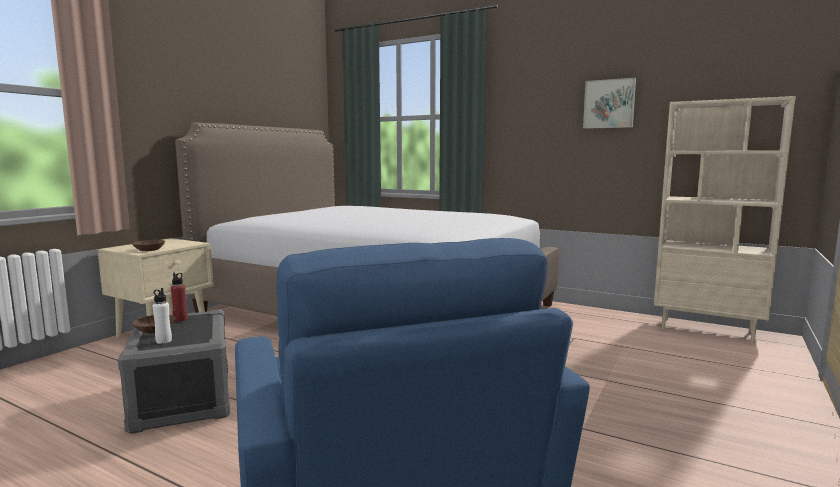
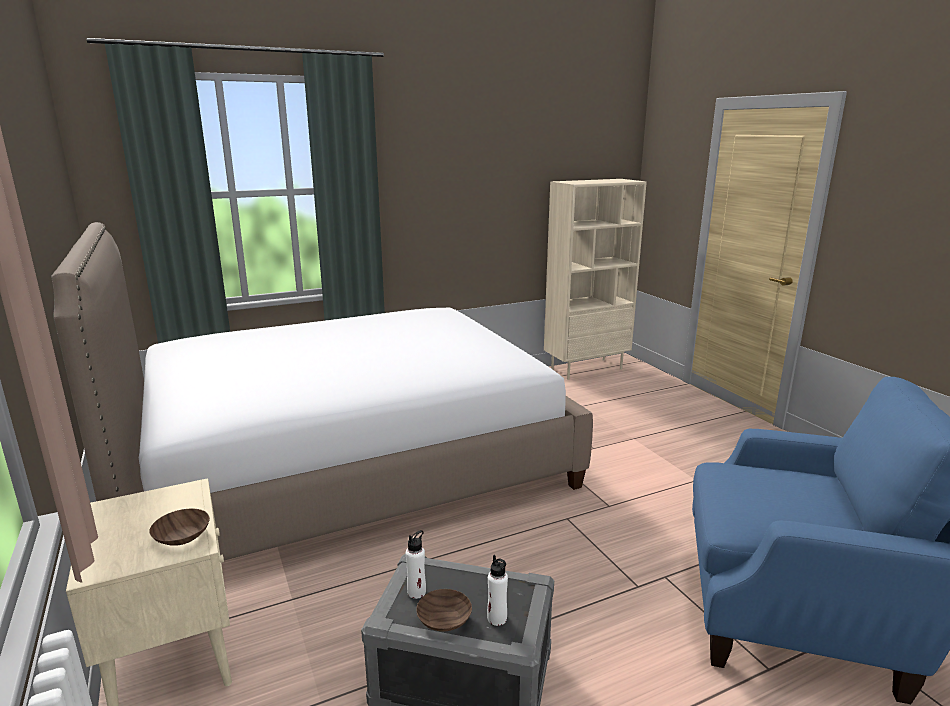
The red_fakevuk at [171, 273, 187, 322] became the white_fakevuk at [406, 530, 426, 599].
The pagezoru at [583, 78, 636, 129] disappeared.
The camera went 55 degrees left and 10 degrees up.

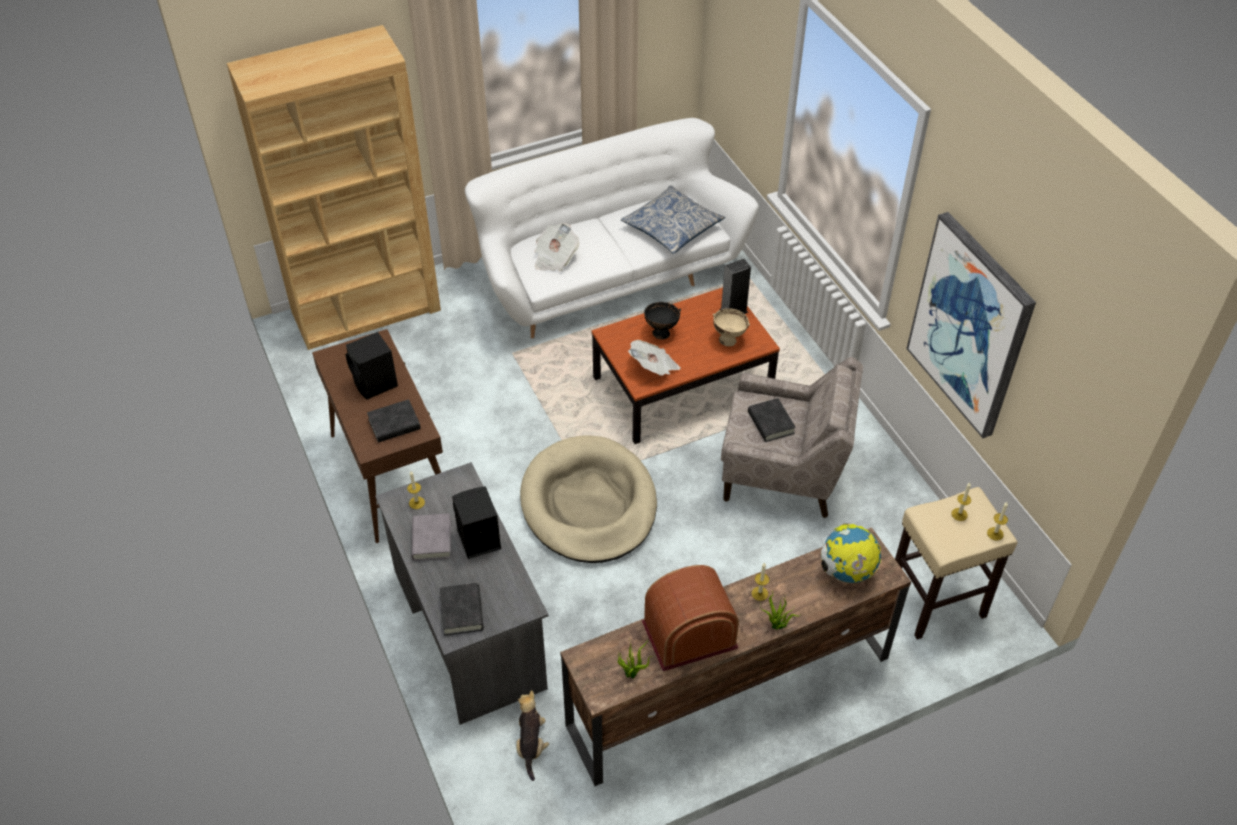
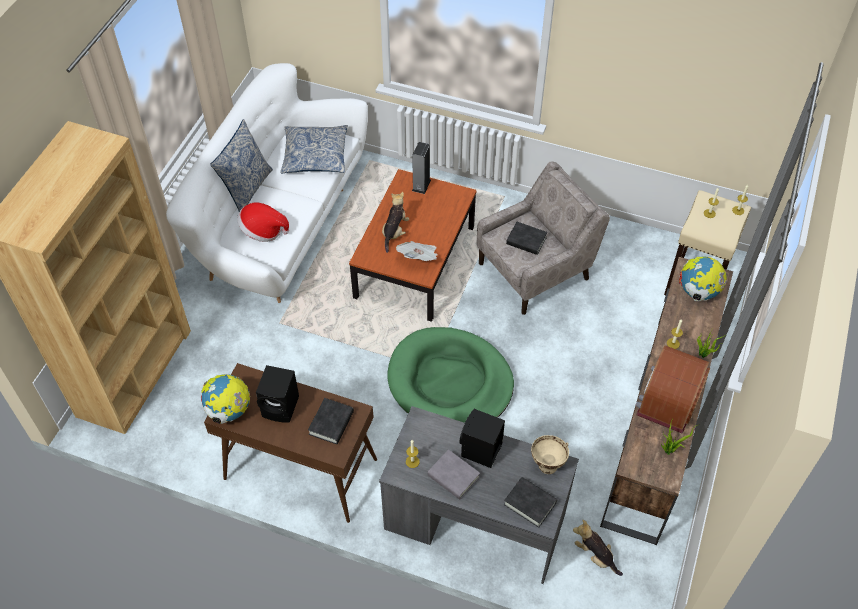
The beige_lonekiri at [520, 435, 657, 563] became the green_lonekiri at [388, 327, 514, 423].
The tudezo at [534, 223, 579, 271] was replaced by the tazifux at [237, 203, 289, 242].
The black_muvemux at [644, 302, 681, 339] was replaced by the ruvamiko at [382, 191, 409, 253].
The beige_muvemux moved from [713, 308, 750, 346] to [531, 435, 569, 474].
The pagezoru at [906, 212, 1036, 438] disappeared.
The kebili at [201, 374, 250, 424] appeared.
The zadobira at [210, 119, 273, 211] appeared.
The camera went 45 degrees left and 5 degrees up.

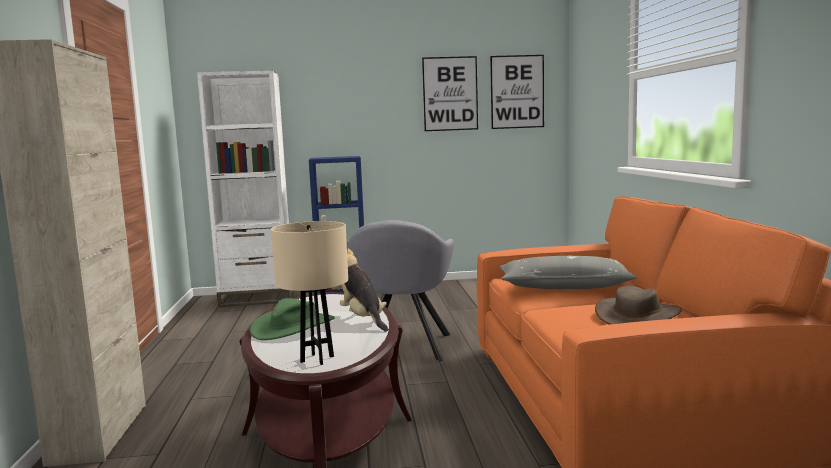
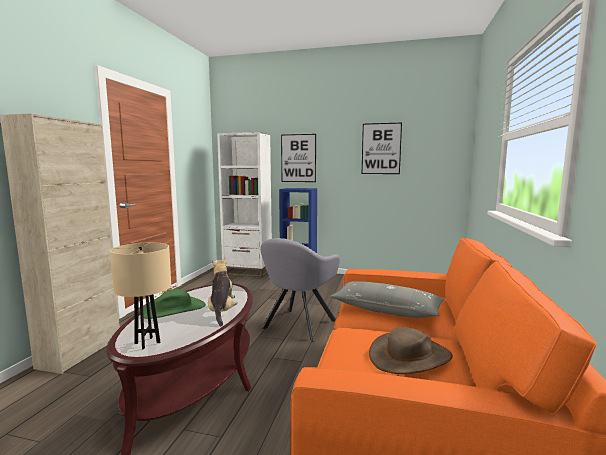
The pagezoru moved from [490, 55, 544, 129] to [281, 134, 316, 182].
The camera went 20 degrees right and 0 degrees up.

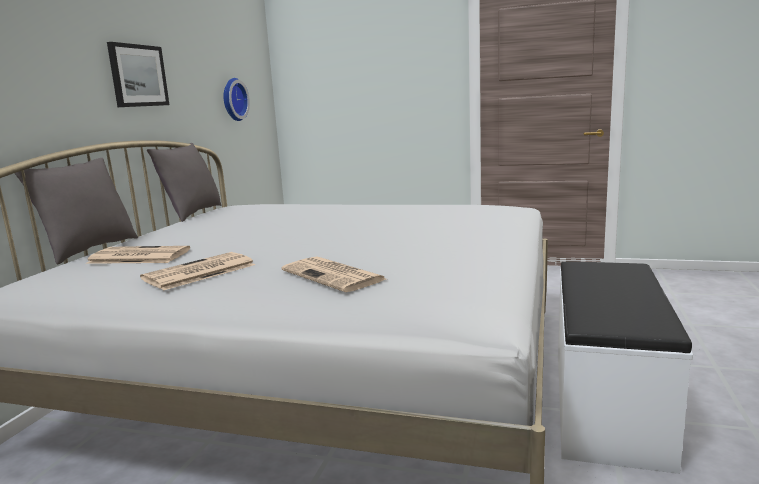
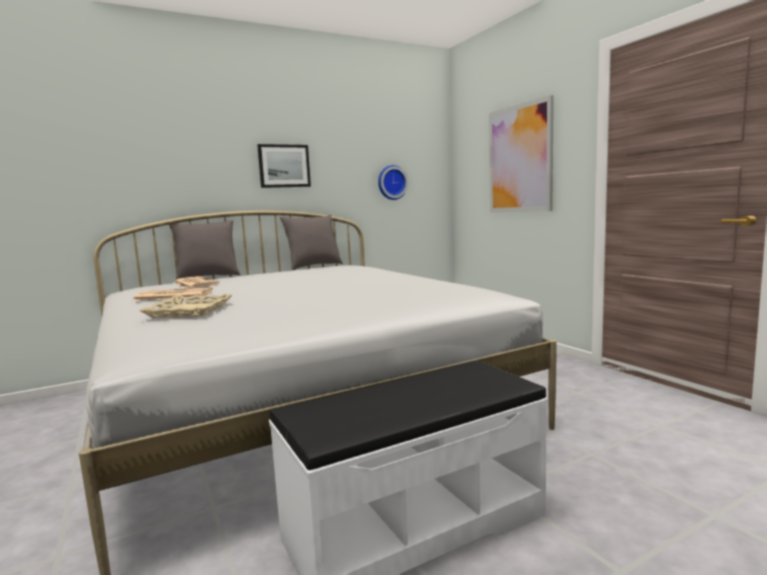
The tudezo at [282, 256, 386, 292] was replaced by the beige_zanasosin at [139, 294, 232, 318].
The pagezoru at [489, 95, 554, 212] appeared.
The camera went 45 degrees right and 5 degrees down.

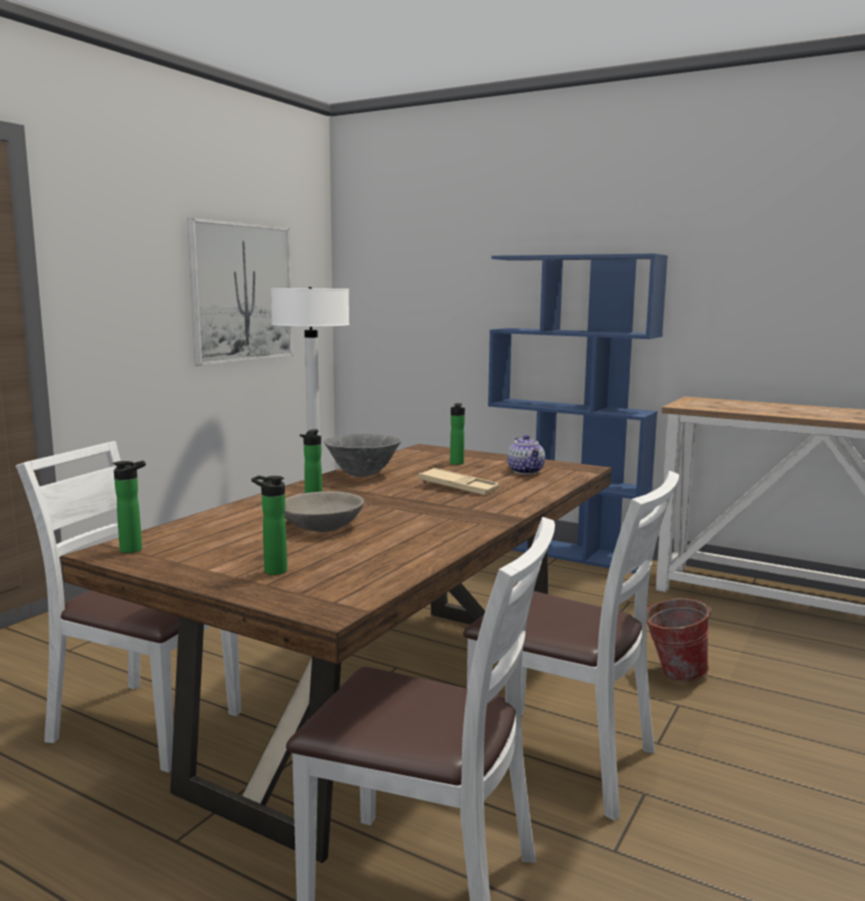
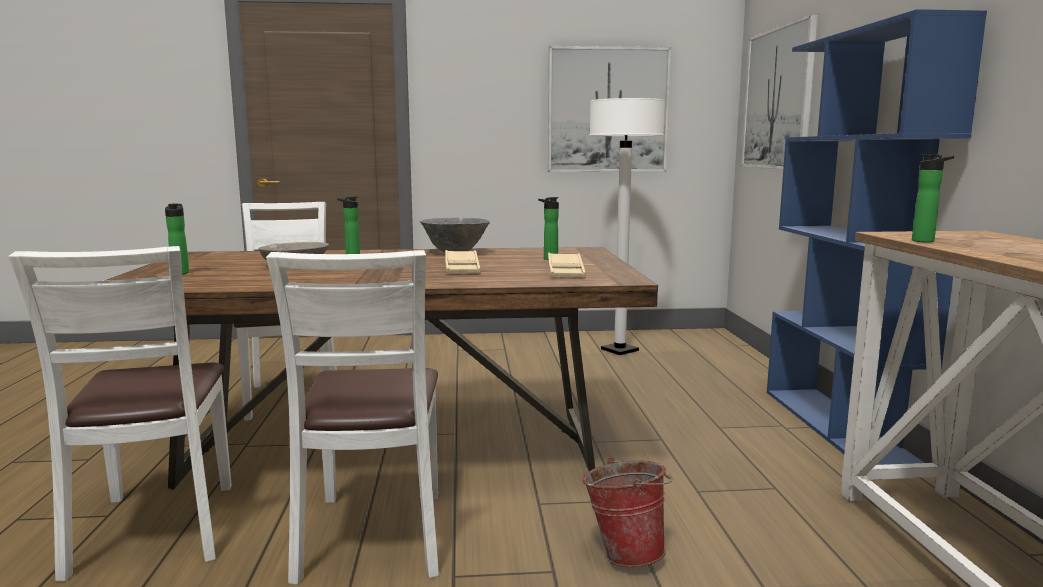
The fakevuk moved from [112, 461, 146, 553] to [912, 154, 954, 242].
The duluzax at [507, 435, 545, 474] was replaced by the beige_zanasosin at [548, 253, 586, 278].
The pagezoru at [741, 14, 818, 170] appeared.
The camera went 55 degrees right and 0 degrees up.

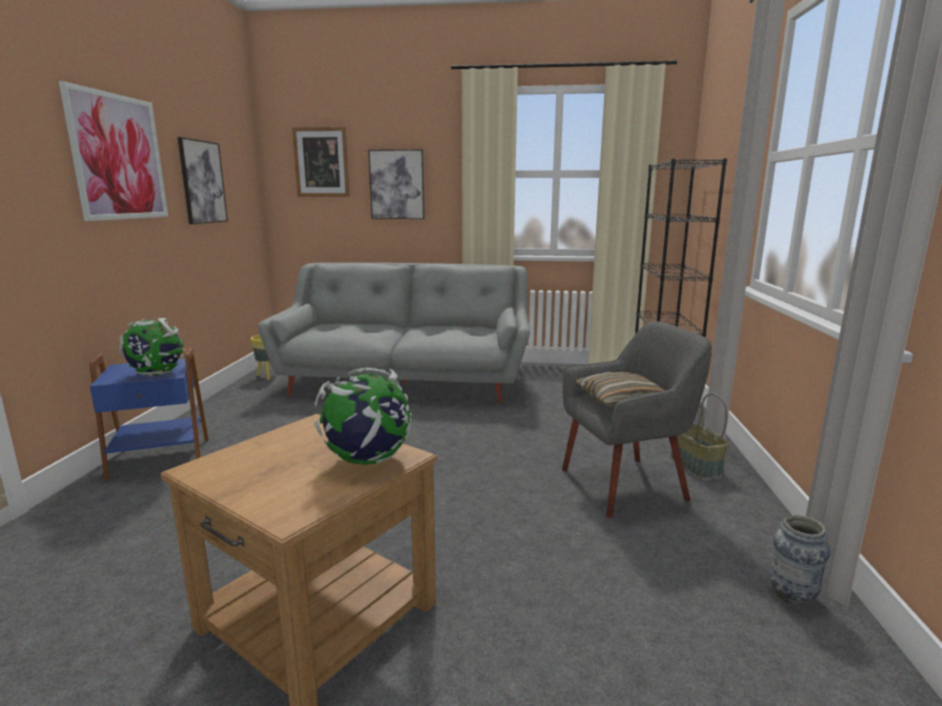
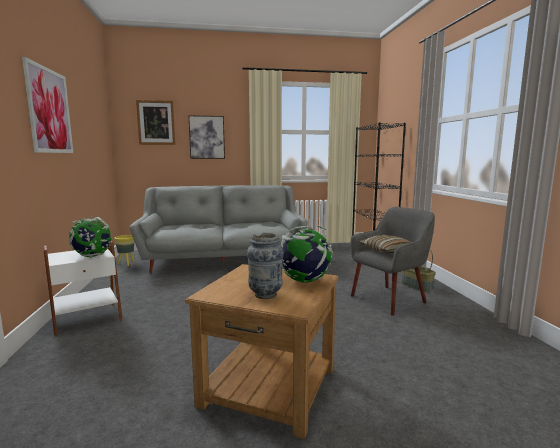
The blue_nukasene at [89, 347, 209, 481] became the white_nukasene at [43, 240, 123, 336].
The pagezoru at [178, 137, 228, 224] disappeared.
The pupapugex moved from [769, 515, 830, 606] to [247, 233, 284, 299].
The camera went 15 degrees left and 5 degrees down.

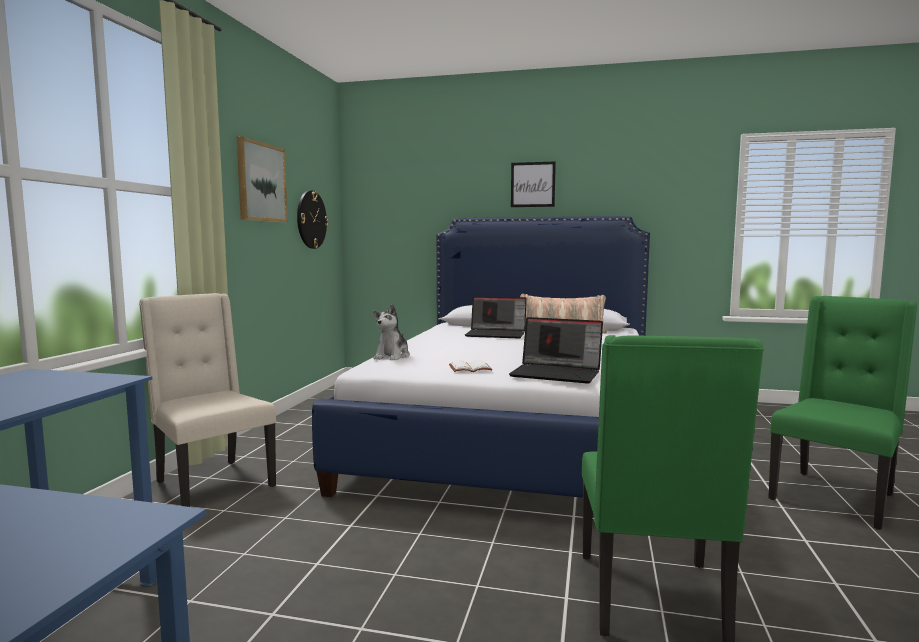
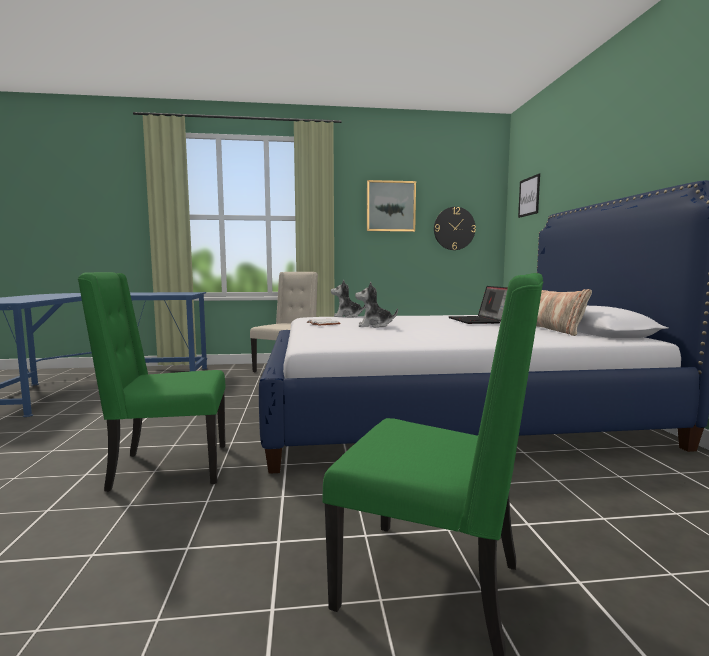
The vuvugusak at [509, 317, 603, 384] disappeared.
The pagezoru moved from [511, 161, 556, 207] to [518, 173, 540, 218].
The ruvamiko at [355, 281, 398, 328] appeared.
The camera went 70 degrees right and 0 degrees up.

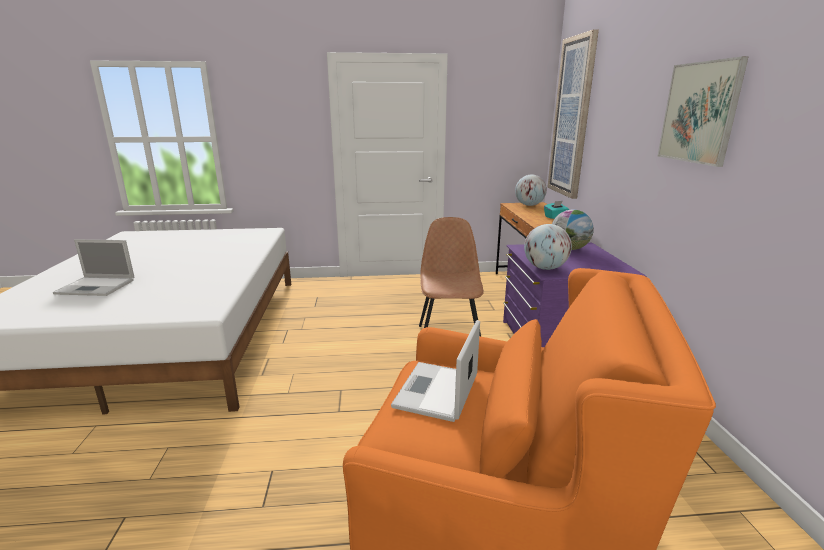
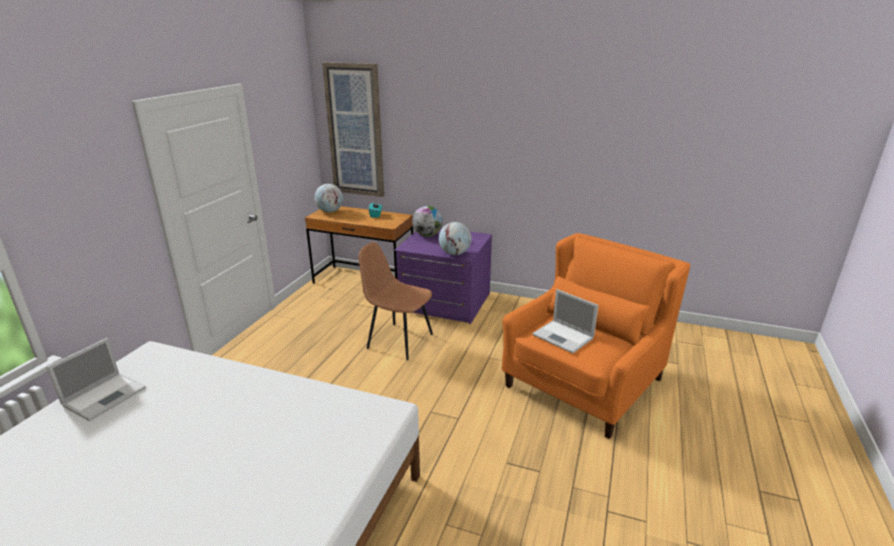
The vuvugusak moved from [53, 239, 135, 296] to [47, 338, 146, 421].
The pagezoru at [658, 56, 749, 167] disappeared.
The camera went 65 degrees left and 5 degrees up.

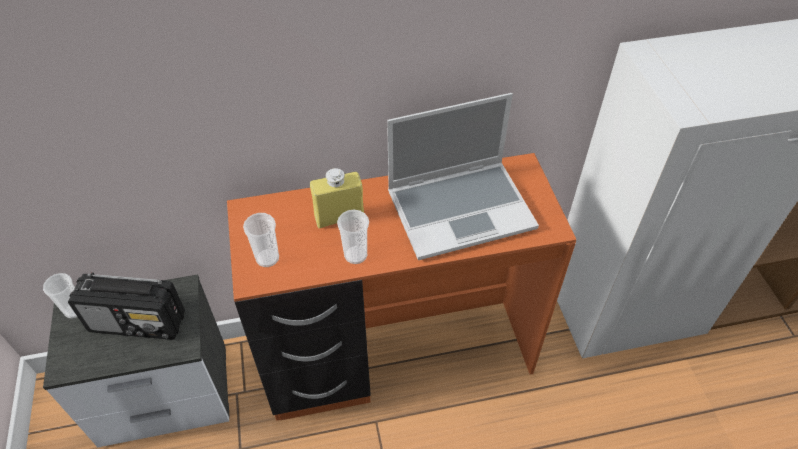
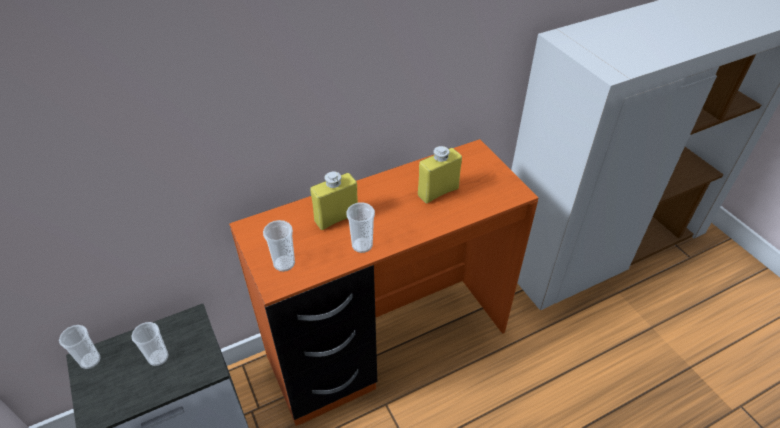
The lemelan at [68, 272, 185, 340] was replaced by the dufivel at [131, 322, 168, 366].
The vuvugusak at [387, 93, 539, 260] was replaced by the yellow_fakevuk at [418, 146, 462, 203].
The camera went 15 degrees left and 5 degrees down.

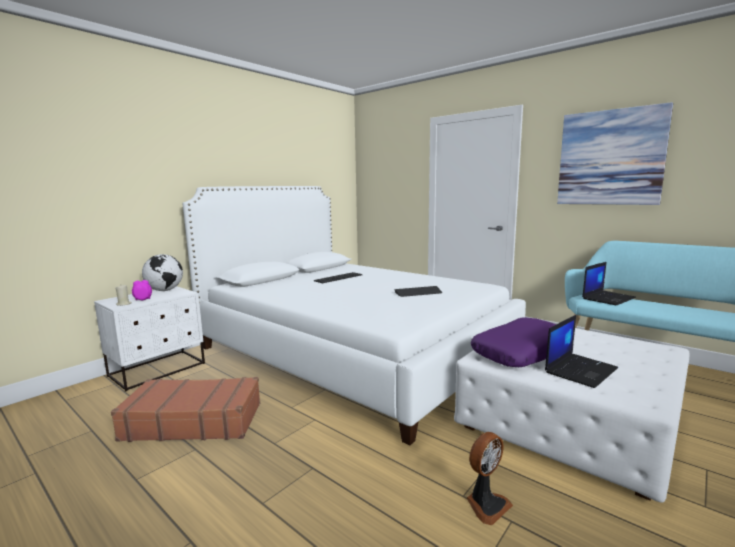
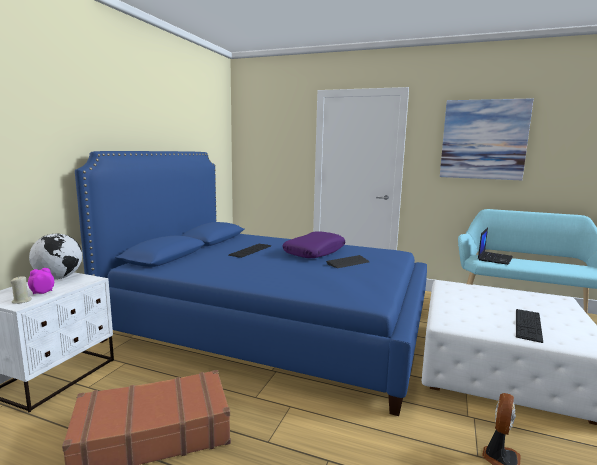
The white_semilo at [182, 186, 526, 446] became the blue_semilo at [75, 151, 427, 416].
The purple_zadobira moved from [471, 317, 556, 367] to [282, 231, 345, 258].
The vuvugusak at [545, 315, 618, 388] was replaced by the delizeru at [516, 309, 543, 343].
The camera went 20 degrees left and 0 degrees up.

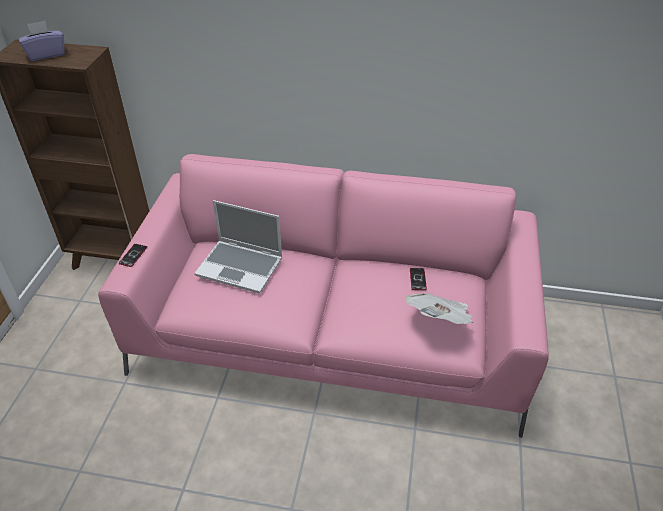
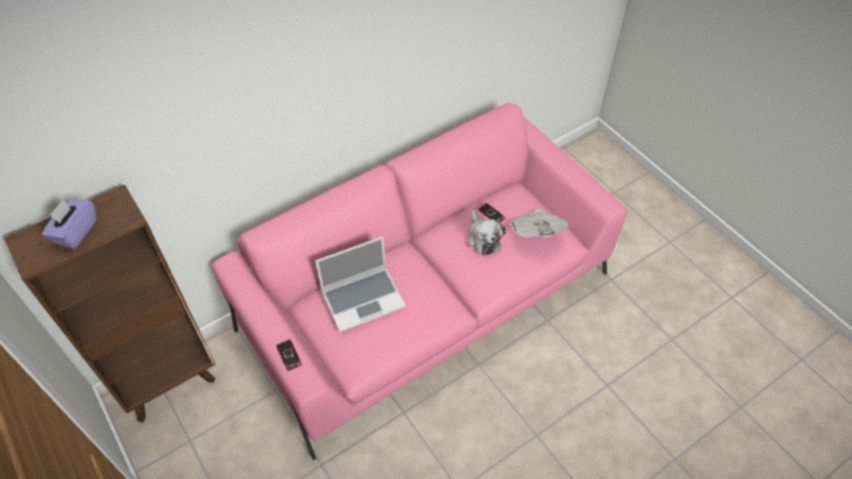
The ruvamiko at [467, 210, 505, 255] appeared.
The camera went 45 degrees left and 10 degrees up.

